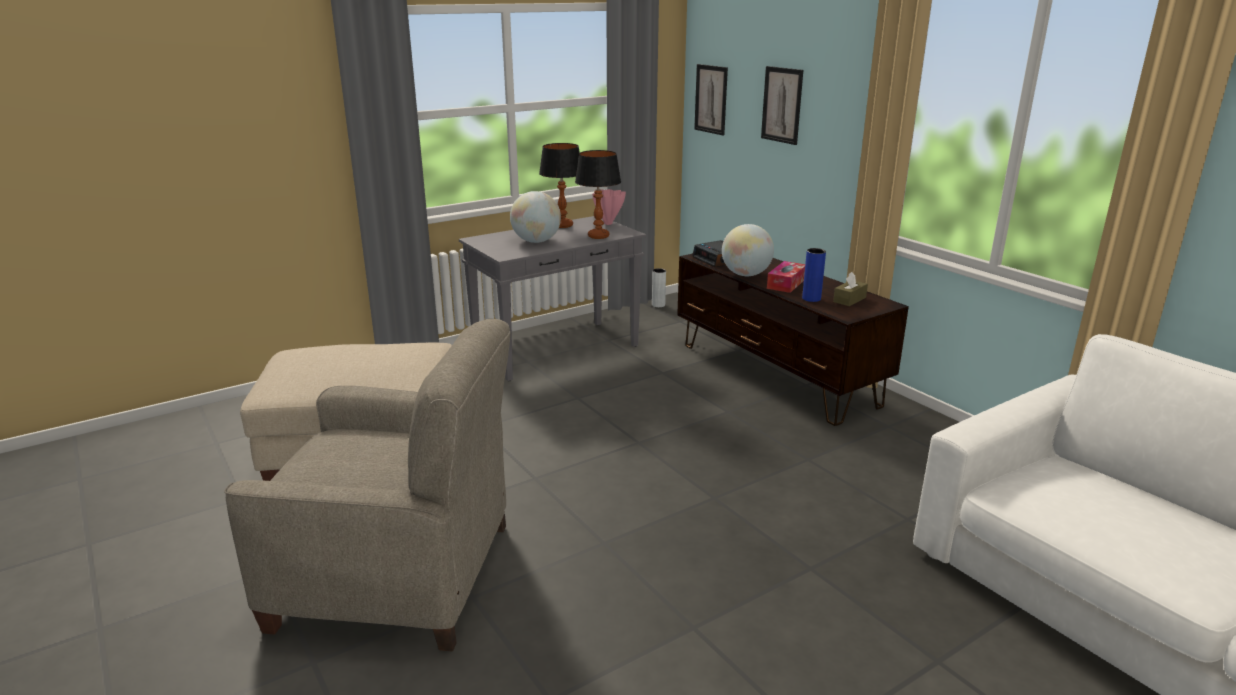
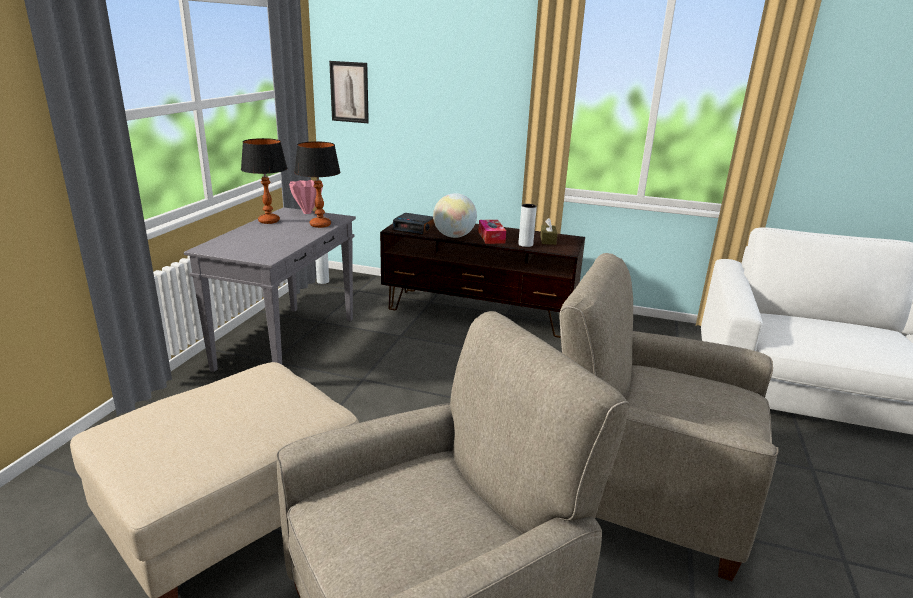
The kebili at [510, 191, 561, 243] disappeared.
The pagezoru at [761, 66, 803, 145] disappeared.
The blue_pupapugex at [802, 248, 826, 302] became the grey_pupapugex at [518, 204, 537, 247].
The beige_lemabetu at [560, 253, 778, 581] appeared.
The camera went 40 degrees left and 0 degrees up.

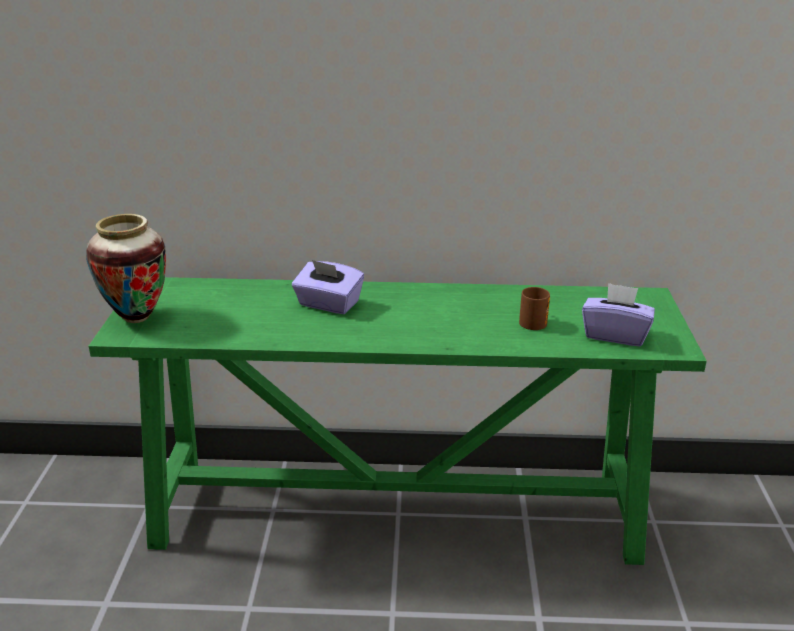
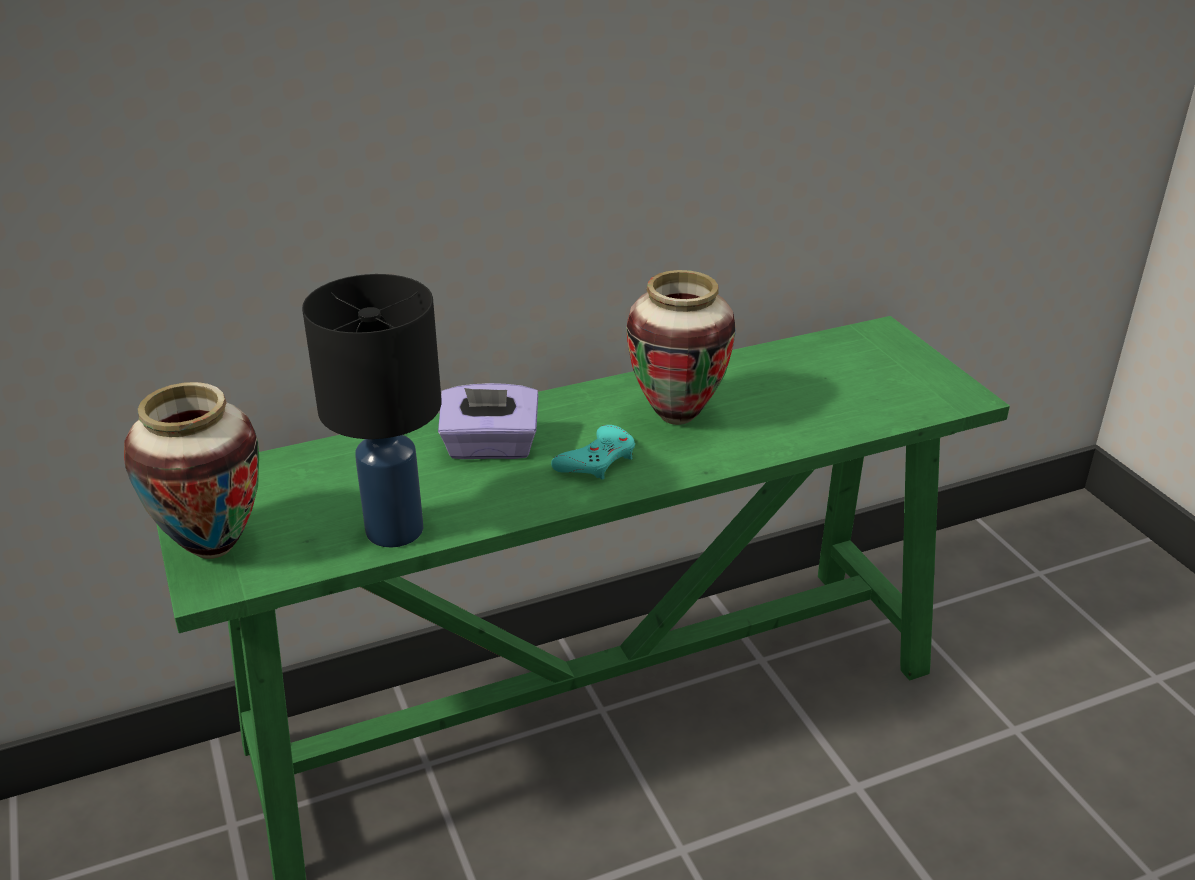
The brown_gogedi at [519, 287, 550, 330] disappeared.
The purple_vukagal at [582, 283, 655, 346] disappeared.
The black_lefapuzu at [302, 274, 441, 548] appeared.
The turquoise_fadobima at [551, 425, 635, 480] appeared.
The pupapugex at [626, 270, 736, 425] appeared.
The camera went 25 degrees left and 5 degrees up.

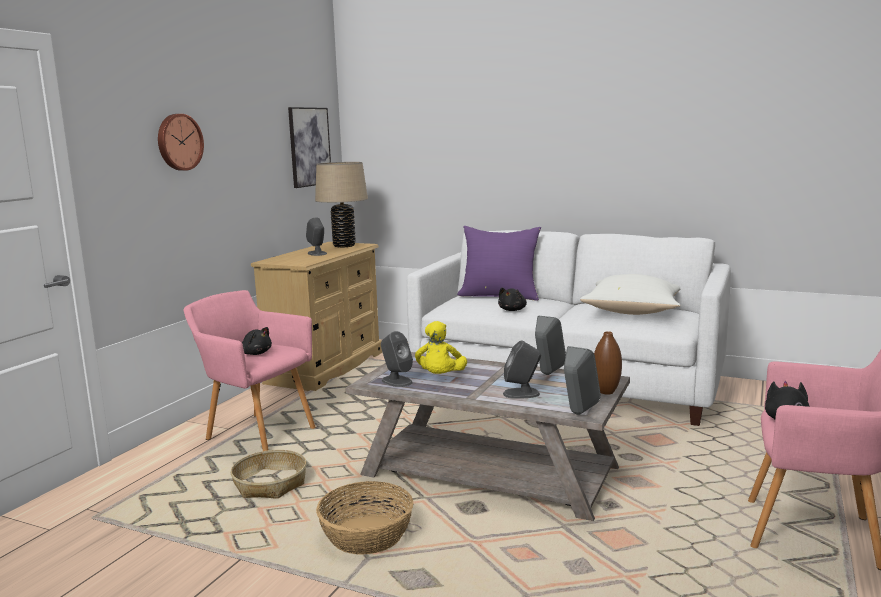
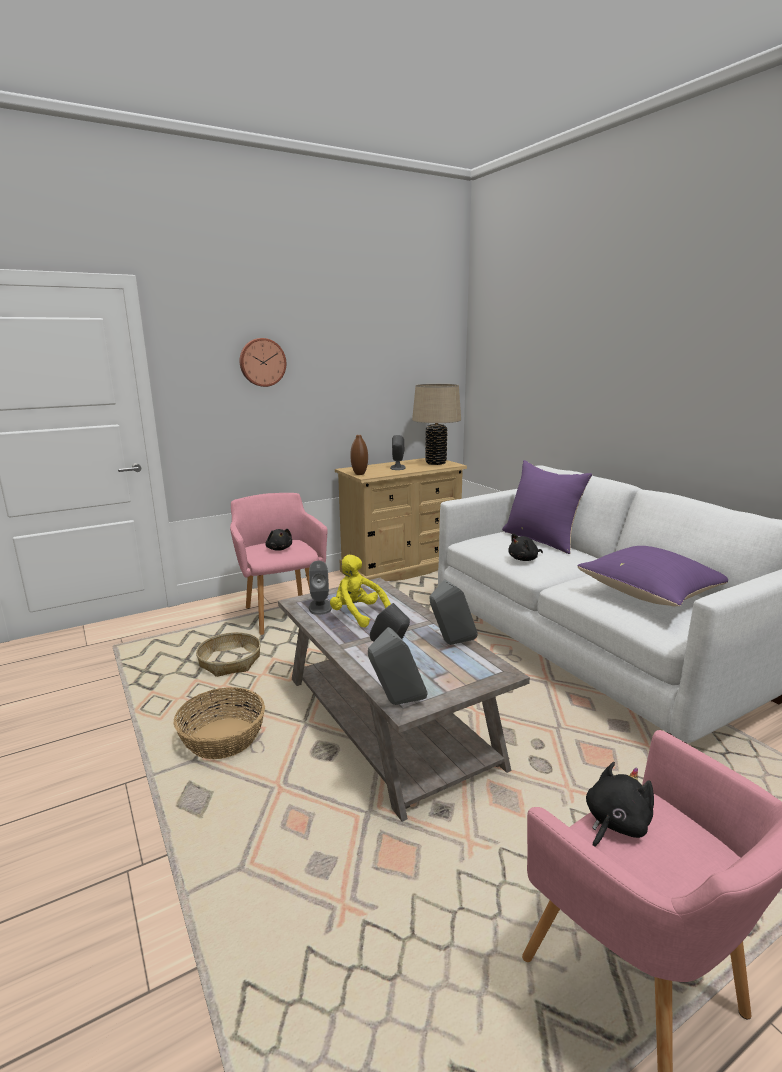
The pagezoru at [288, 107, 331, 188] disappeared.
The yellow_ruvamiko at [415, 321, 467, 374] turned 90 degrees clockwise.
The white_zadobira at [580, 274, 680, 315] became the purple_zadobira at [577, 546, 728, 606].
The brown_pupapugex moved from [594, 331, 622, 395] to [350, 435, 368, 475].
The camera went 35 degrees right and 5 degrees up.

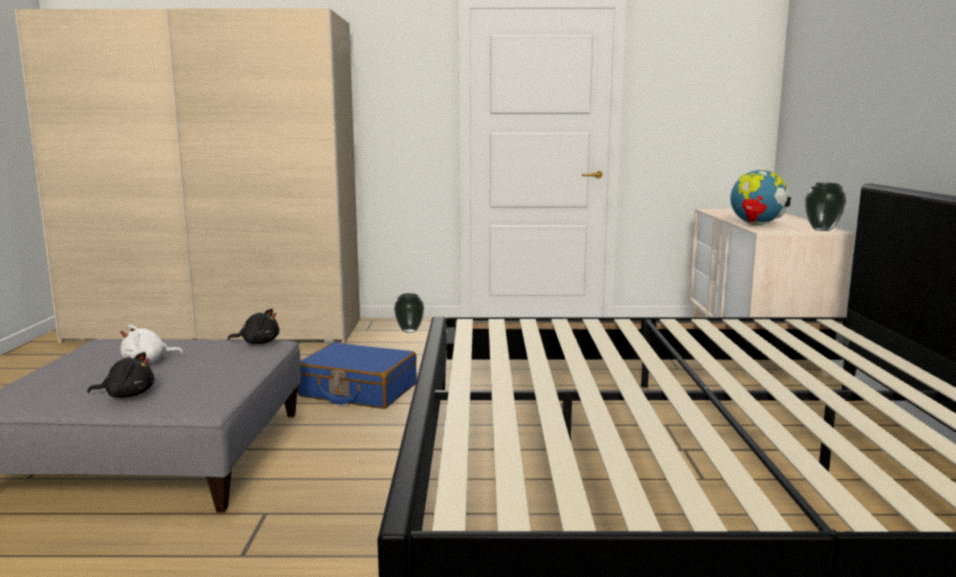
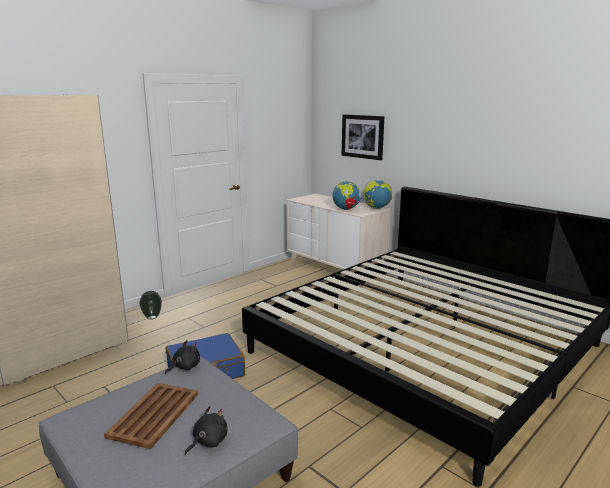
The white_ruvamiko at [120, 325, 183, 363] was replaced by the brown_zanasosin at [104, 383, 198, 449].
The pupapugex at [805, 183, 846, 231] was replaced by the kebili at [363, 180, 392, 209].
The pagezoru at [342, 114, 384, 160] appeared.
The camera went 45 degrees left and 5 degrees up.

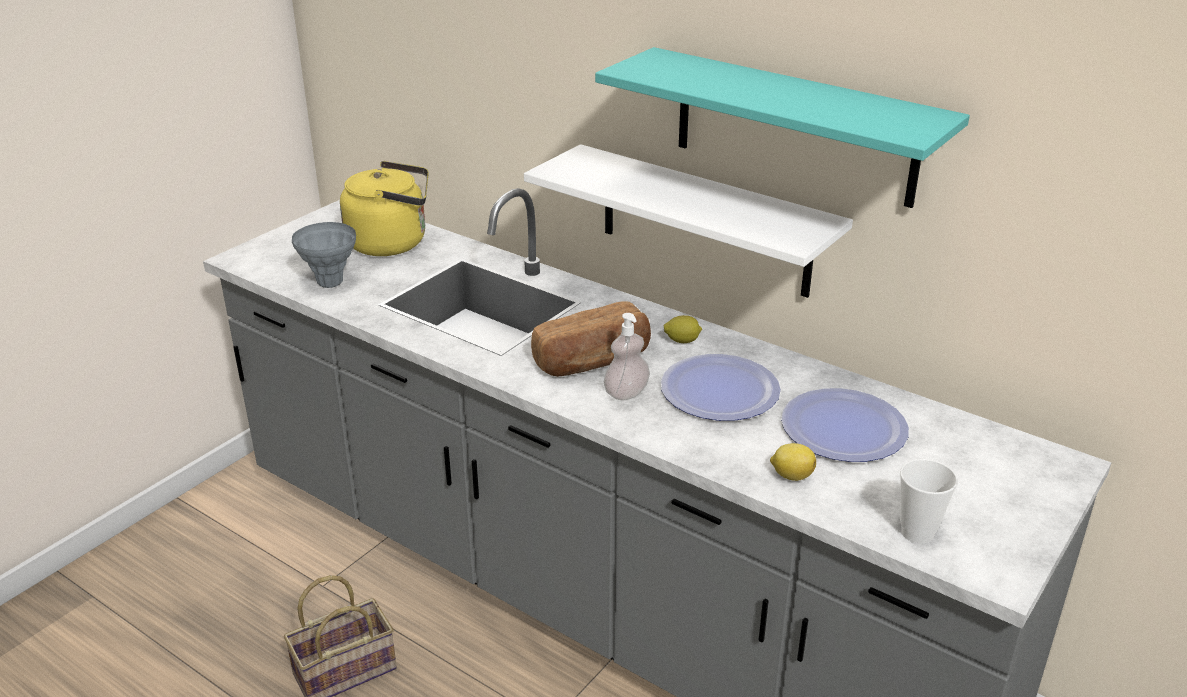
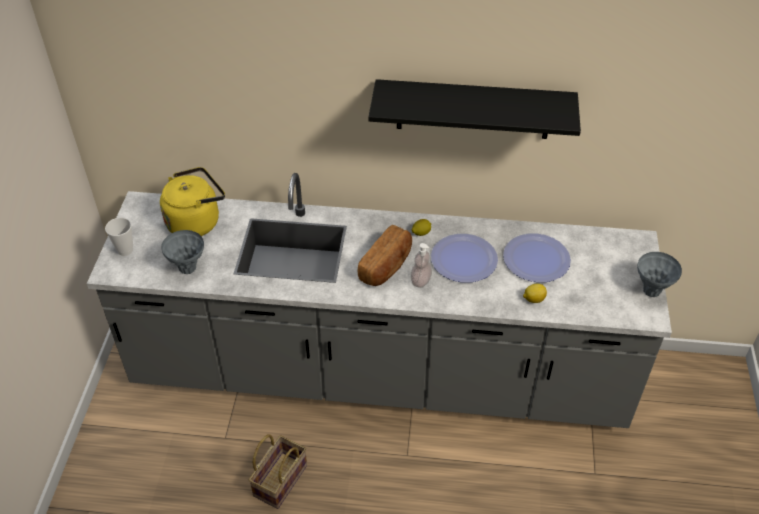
The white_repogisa at [524, 144, 853, 298] disappeared.
The turquoise_repogisa at [595, 47, 970, 208] became the black_repogisa at [368, 79, 581, 139].
The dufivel moved from [900, 459, 958, 544] to [105, 218, 133, 256].
The grey_pupapugex at [637, 252, 682, 297] appeared.
The camera went 30 degrees left and 15 degrees up.

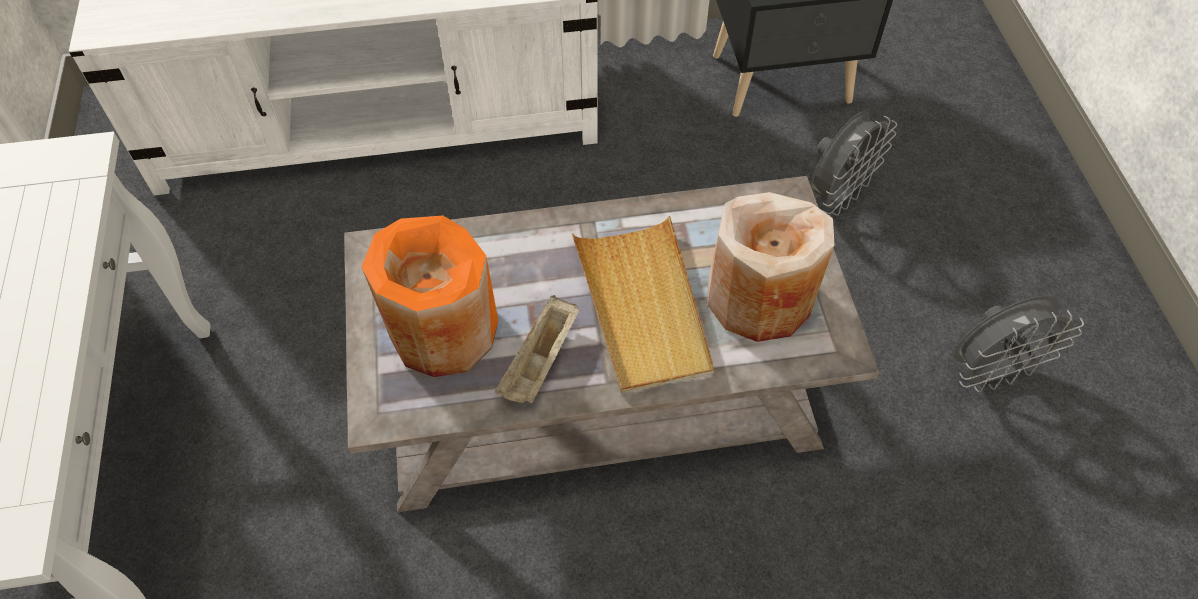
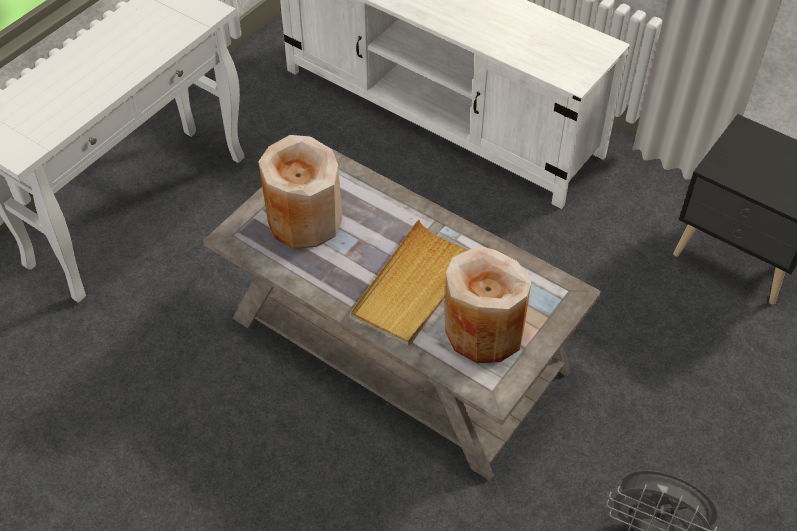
The orange_pupapugex at [361, 216, 498, 377] became the beige_pupapugex at [258, 135, 342, 249].
The beige_zanasosin at [495, 295, 579, 403] disappeared.
The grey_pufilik at [810, 111, 897, 216] disappeared.
The camera went 45 degrees right and 5 degrees down.

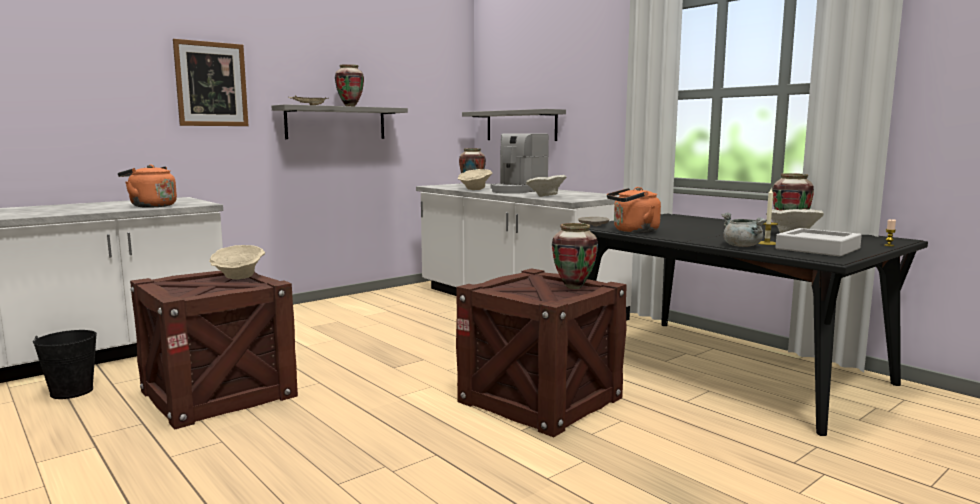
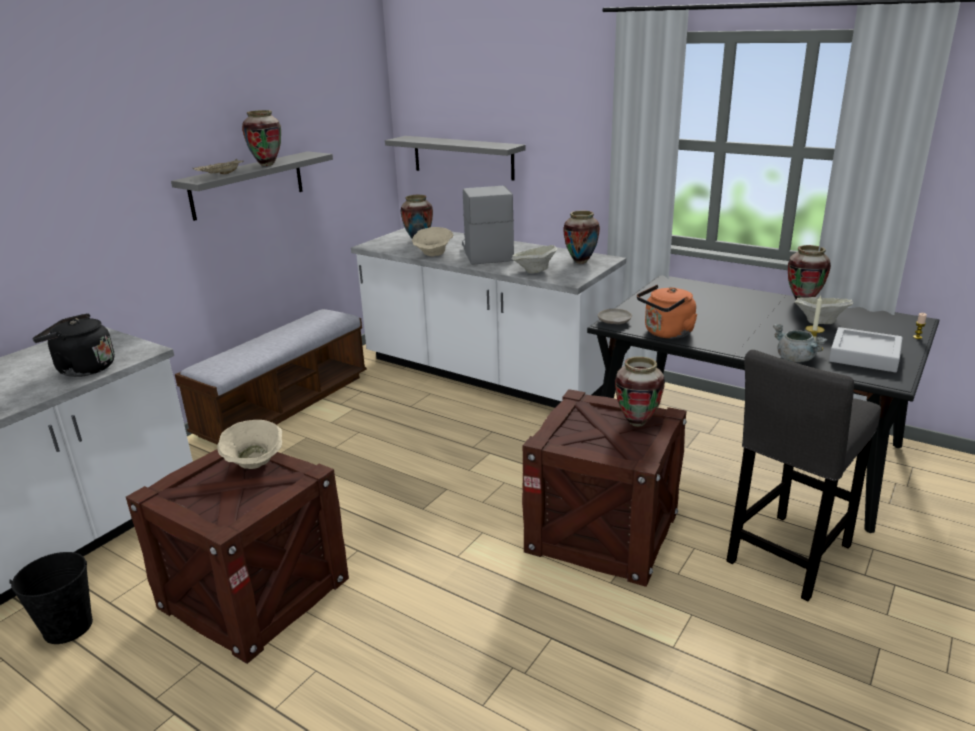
The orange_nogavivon at [118, 165, 177, 208] became the black_nogavivon at [32, 313, 114, 377].
The pagezoru at [173, 39, 249, 126] disappeared.
The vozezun at [491, 134, 549, 194] turned 150 degrees clockwise.
The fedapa at [175, 309, 367, 445] appeared.
The pupapugex at [563, 210, 600, 264] appeared.
The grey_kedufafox at [726, 350, 881, 601] appeared.
The camera went 15 degrees left and 15 degrees up.

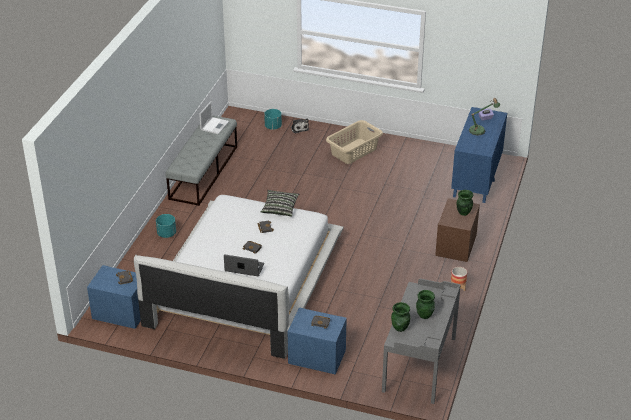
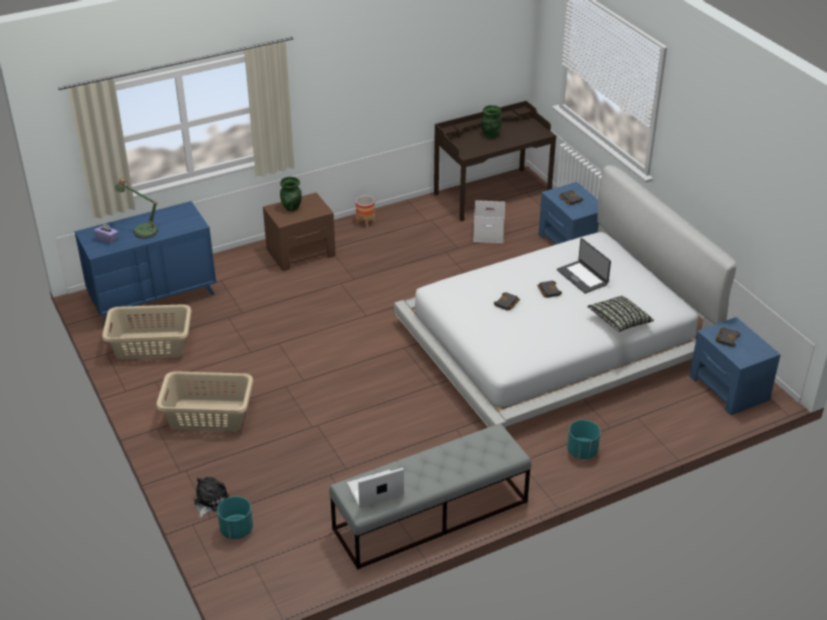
The zadobira moved from [261, 190, 299, 216] to [587, 296, 654, 332].
The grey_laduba at [382, 278, 461, 404] became the brown_laduba at [434, 101, 556, 221].
The green_pupapugex at [391, 302, 410, 332] disappeared.
The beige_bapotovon at [102, 304, 192, 360] appeared.
The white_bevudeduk at [473, 200, 505, 243] appeared.
The camera went 135 degrees left and 0 degrees up.

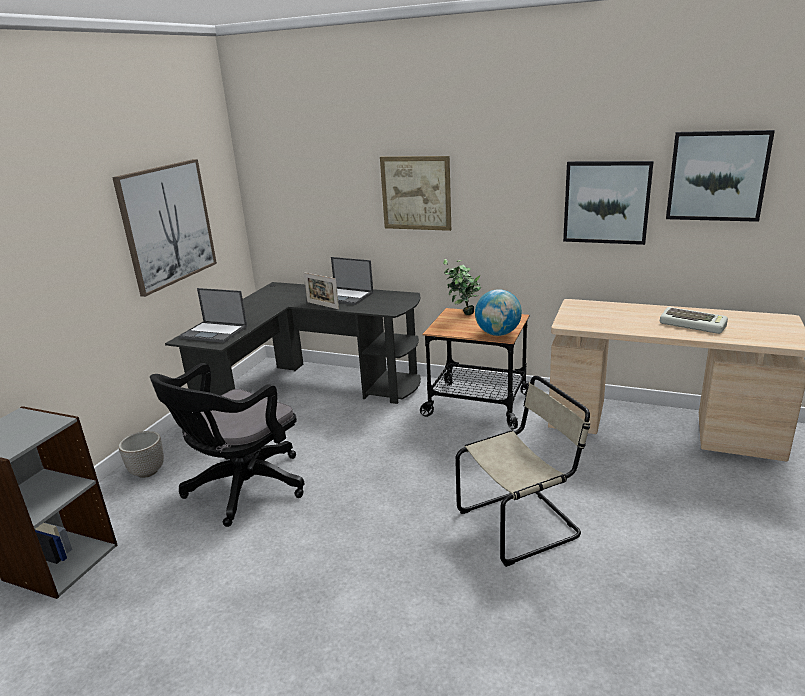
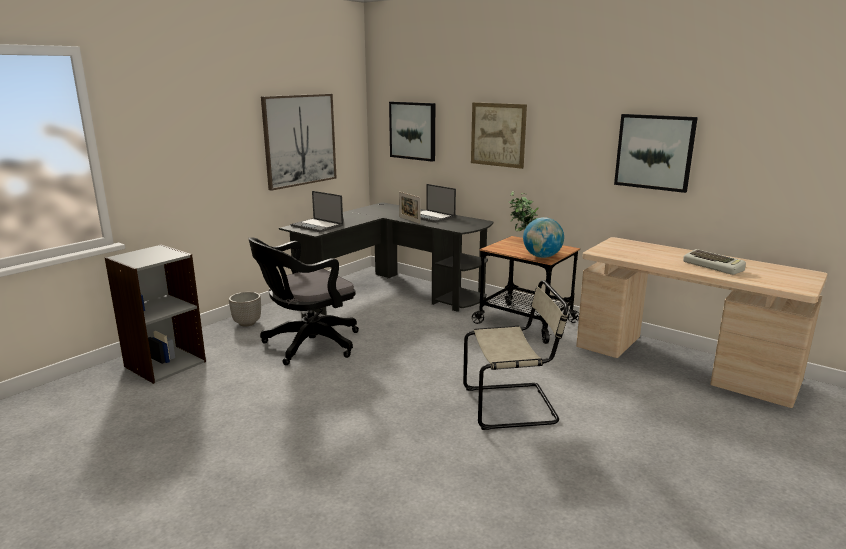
The pagezoru moved from [666, 130, 775, 222] to [389, 102, 435, 162].
The camera went 15 degrees right and 5 degrees down.

